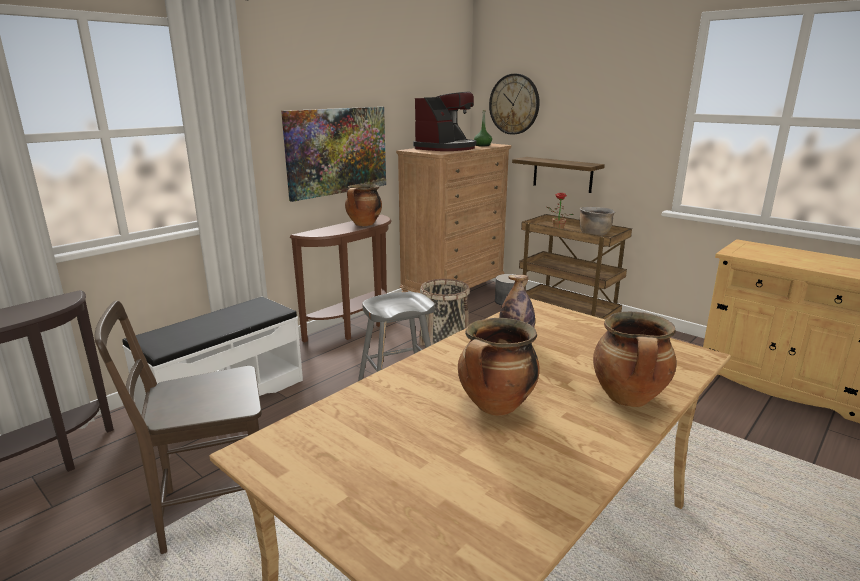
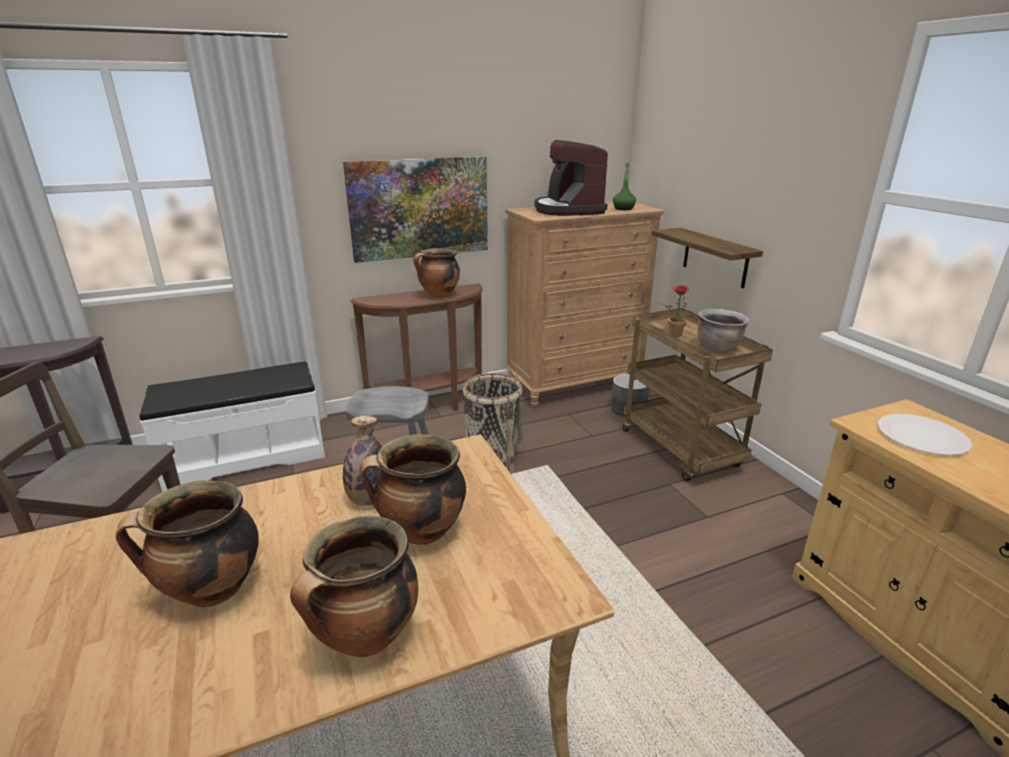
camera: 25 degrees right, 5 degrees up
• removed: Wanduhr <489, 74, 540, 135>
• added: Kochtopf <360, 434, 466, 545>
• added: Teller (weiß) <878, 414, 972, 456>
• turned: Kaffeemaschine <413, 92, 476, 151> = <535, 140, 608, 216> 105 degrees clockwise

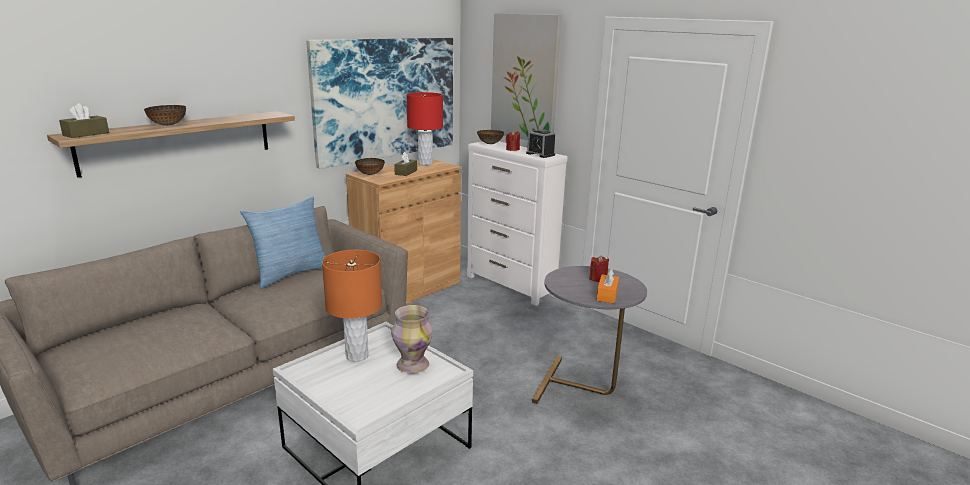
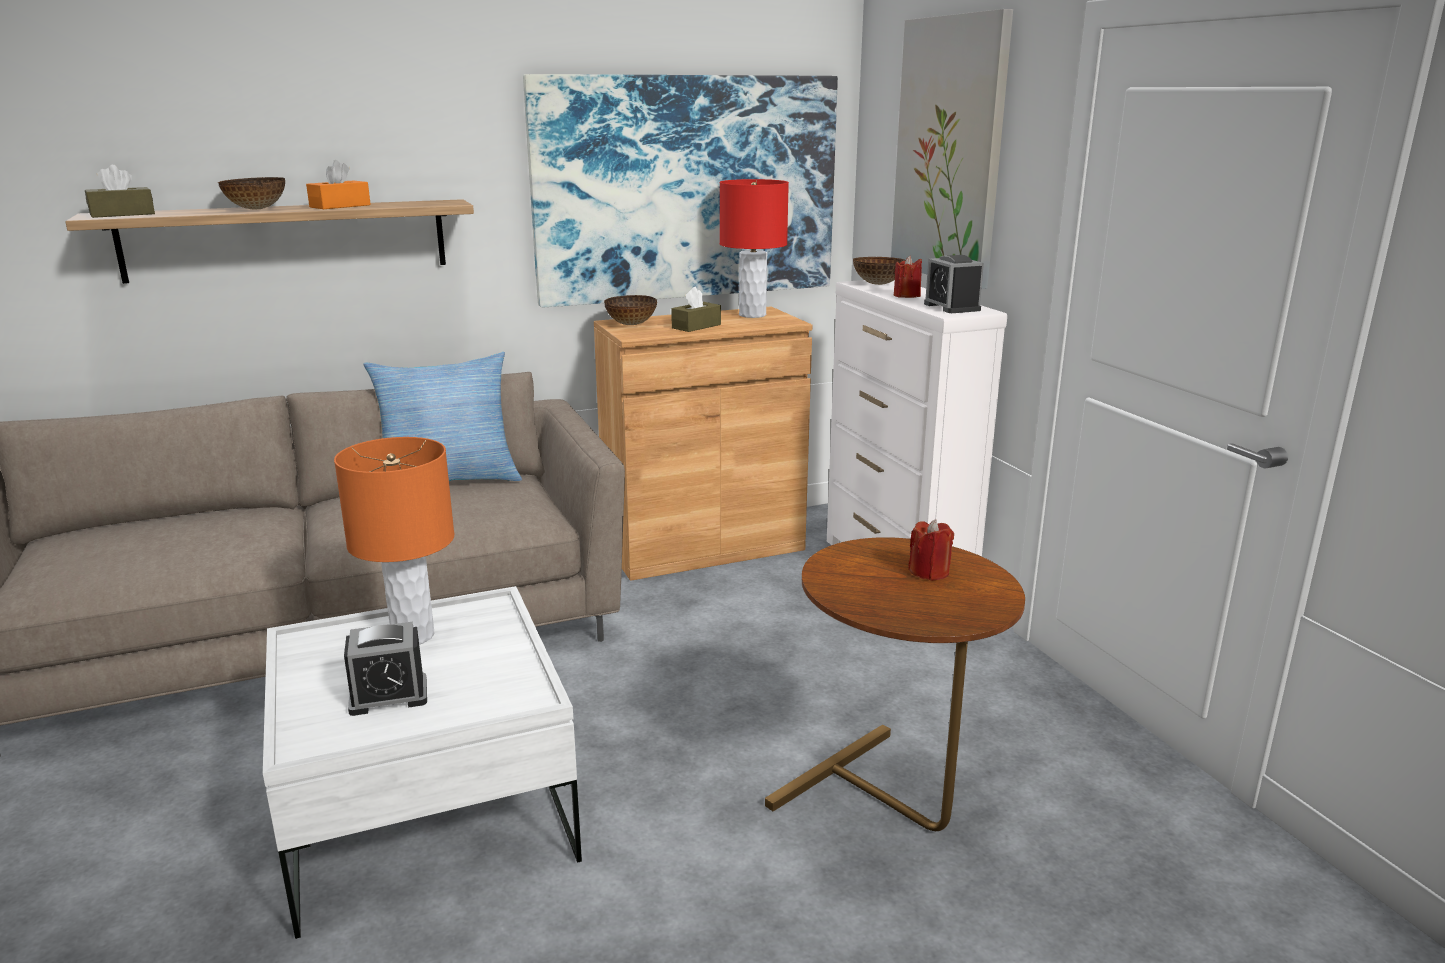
camera: 25 degrees right, 0 degrees up
• removed: Vase <391, 305, 433, 373>
• added: Wecker <344, 622, 427, 716>
• moved: Taschentuchbox (orange) <596, 269, 619, 304> to <306, 160, 371, 209>
• recoloured: Beistelltisch (grau) <532, 266, 647, 404> to Beistelltisch (braun) <765, 537, 1025, 831>

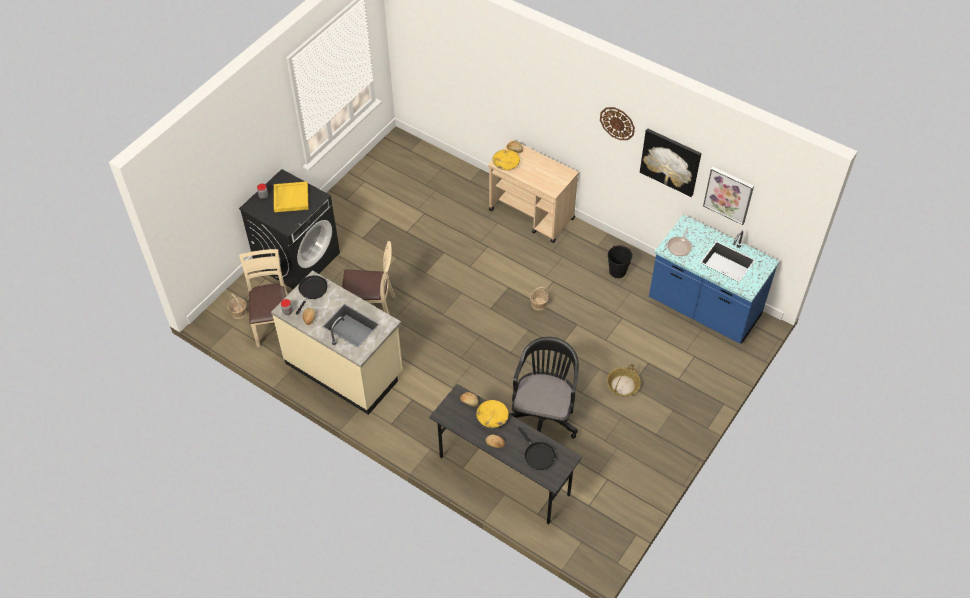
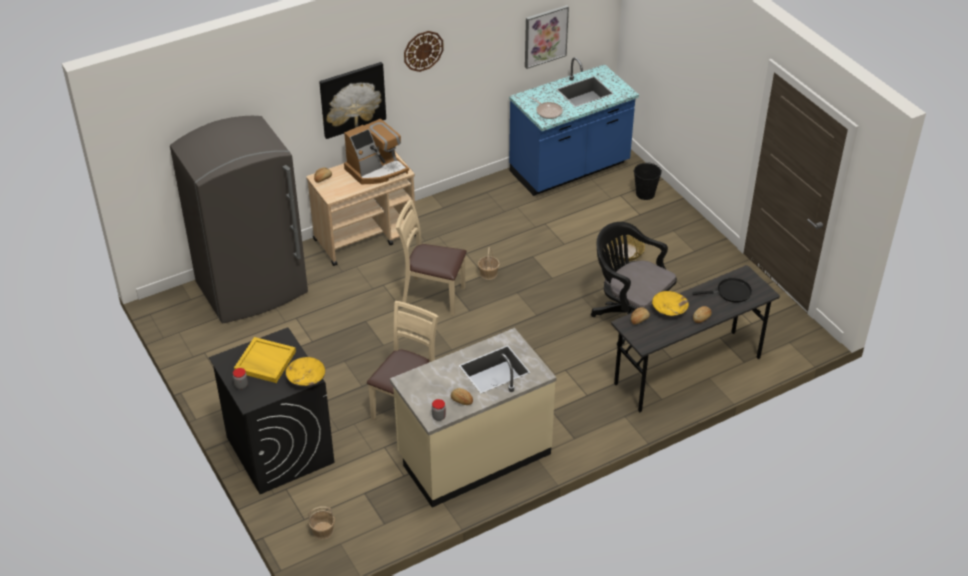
camera: 65 degrees left, 10 degrees down
• removed: Pfanne (schwarz) <296, 275, 328, 315>
• added: Kühlschrank (grau) <170, 116, 308, 323>
• added: Kaffeemaschine <344, 119, 409, 184>
• moved: Stuhl (beige) <239, 249, 288, 347> to <396, 200, 467, 316>
• moved: Schüssel (gelb) <492, 150, 520, 171> to <286, 357, 325, 386>
• moved: Eimer (schwarz) <608, 245, 633, 278> to <634, 162, 662, 200>
• moved: Bild <640, 128, 701, 197> to <319, 62, 386, 139>

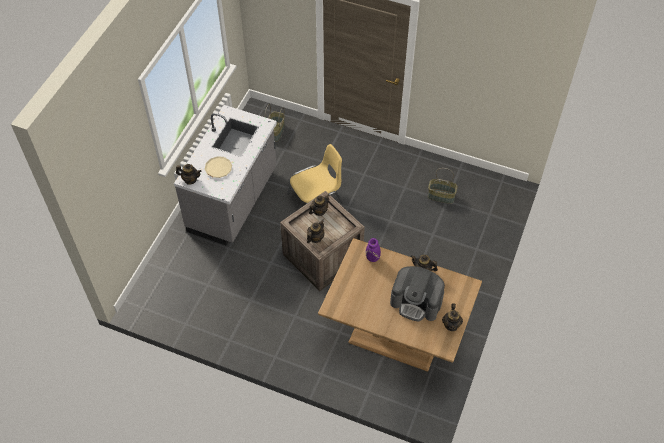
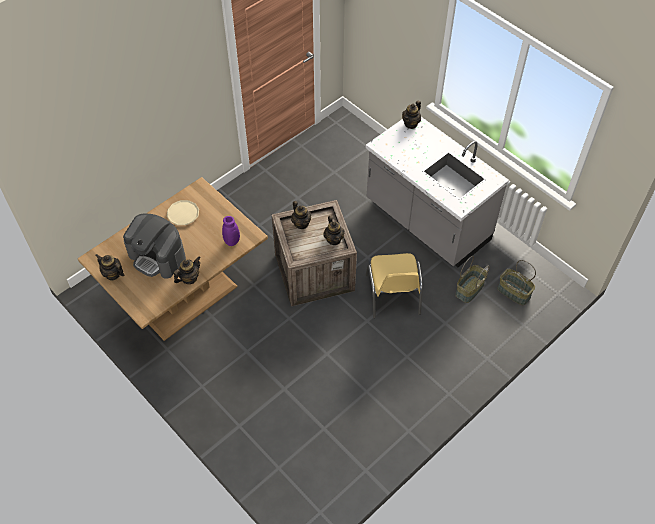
camera: 115 degrees right, 0 degrees up
• moved: Teller (beige) <205, 156, 232, 178> to <167, 200, 199, 225>
• moved: Korb <428, 168, 458, 204> to <455, 256, 490, 303>
• turned: Kaffeemaschine <390, 266, 445, 322> = <123, 213, 186, 279> 105 degrees counterclockwise

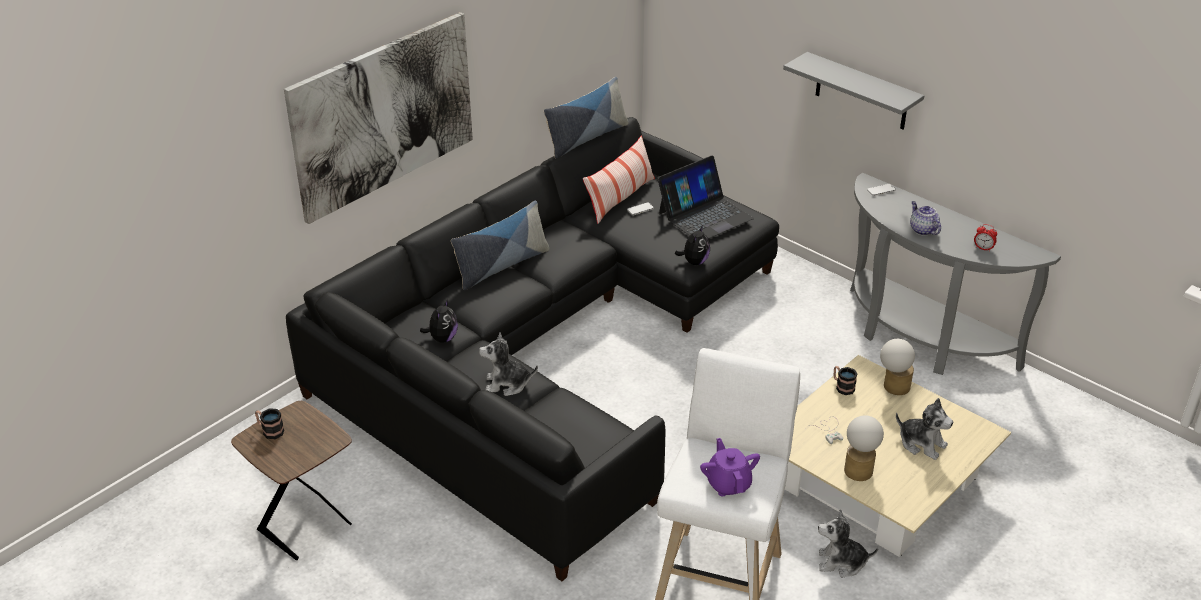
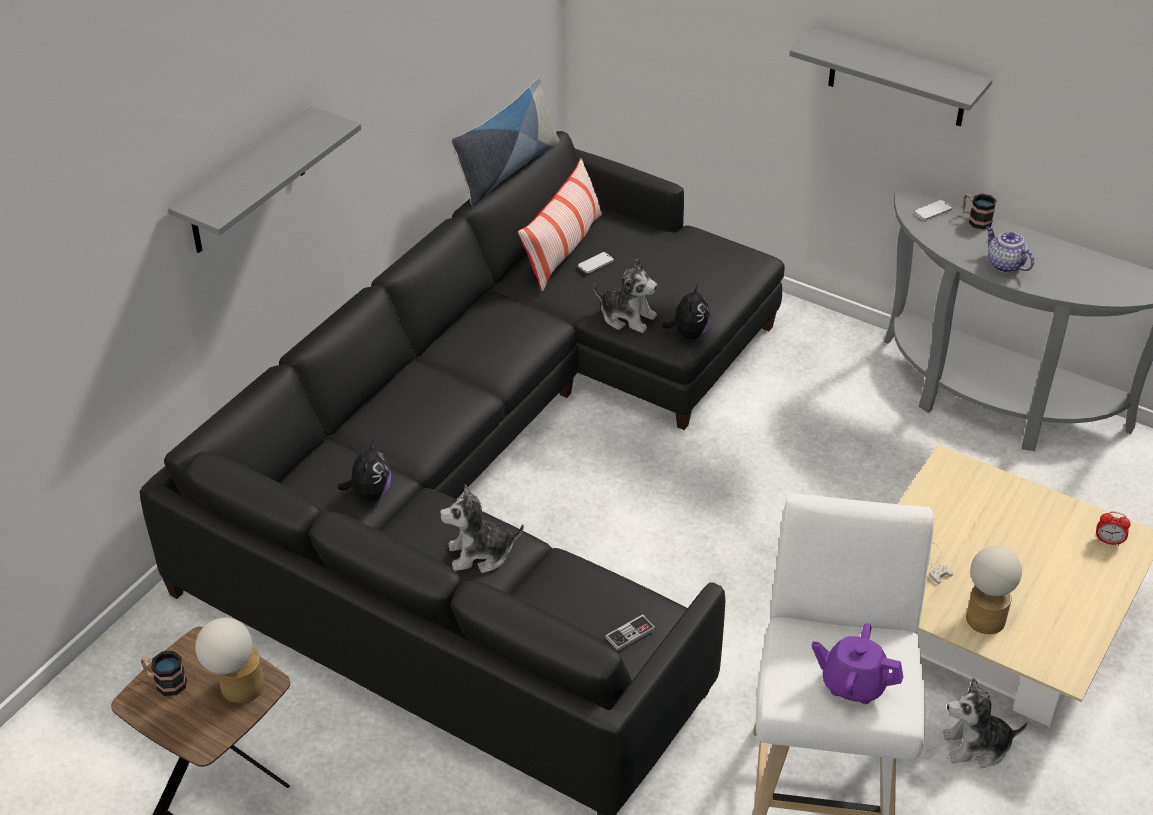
camera: 10 degrees left, 5 degrees up
• removed: Kissen <451, 201, 550, 290>
• removed: Laptop <657, 156, 754, 239>
• added: Gamepad <605, 614, 656, 651>
• moved: Henkelbecher <833, 366, 857, 395> to <963, 194, 997, 229>
• moved: Tischlampe <880, 339, 915, 395> to <195, 618, 264, 704>
• moved: Plüschtier <896, 398, 953, 460> to <594, 259, 657, 333>
• moved: Wecker <974, 224, 997, 252> to <1096, 511, 1131, 546>
• replaced: Bild <284, 12, 473, 224> to Wandregal (grau) <168, 106, 361, 253>
• turned: Teekanne (lila) <700, 438, 760, 496> = <811, 623, 903, 704> 45 degrees counterclockwise

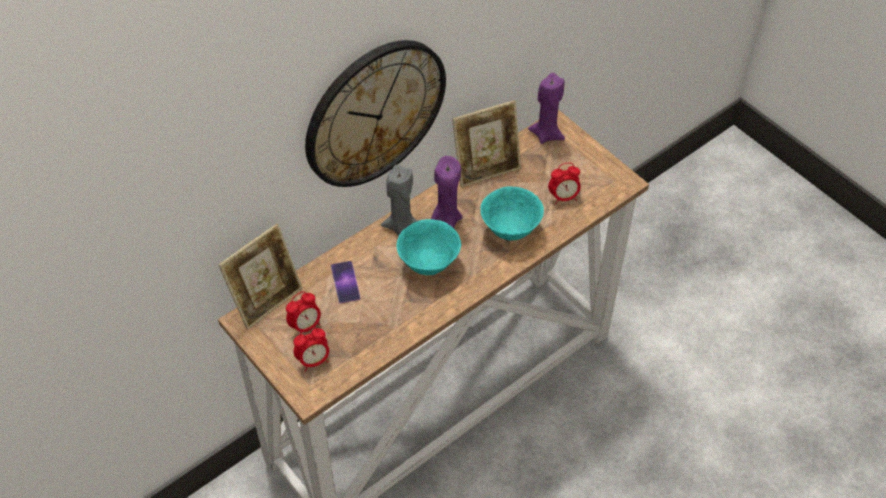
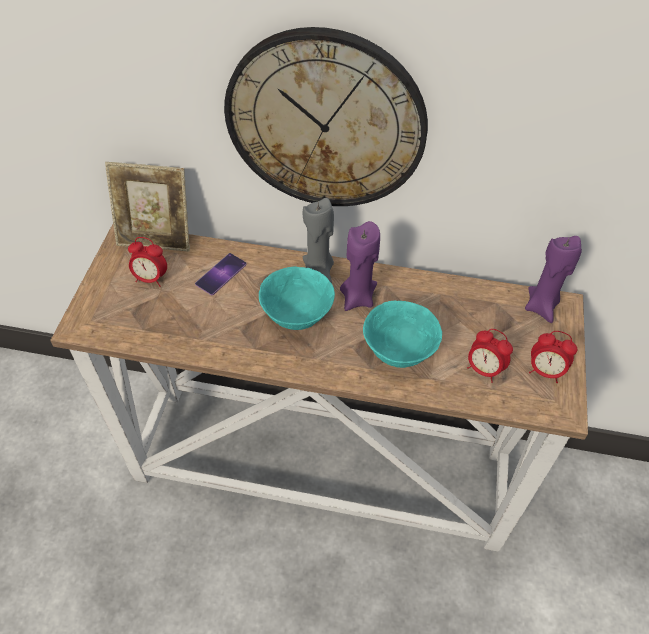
camera: 50 degrees right, 0 degrees up
• removed: Bilderrahmen <452, 100, 521, 188>
• moved: Wecker <293, 327, 329, 372> to <529, 331, 578, 383>

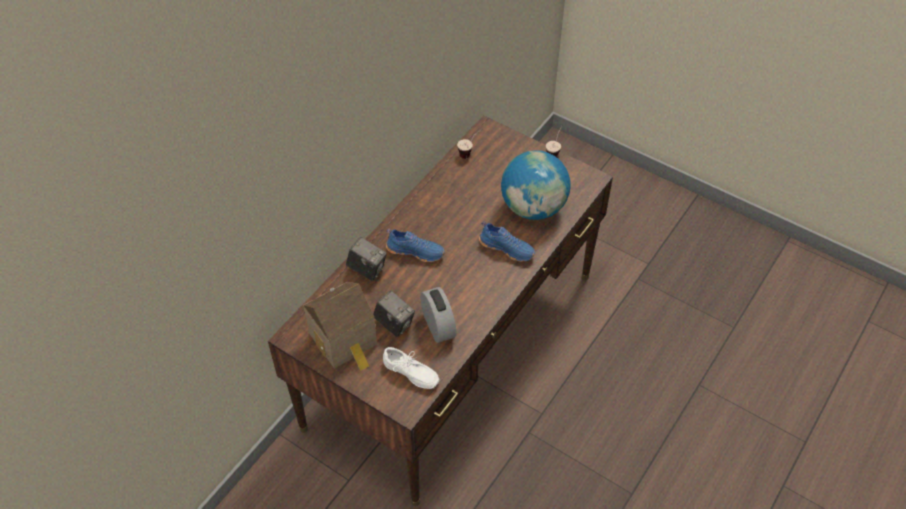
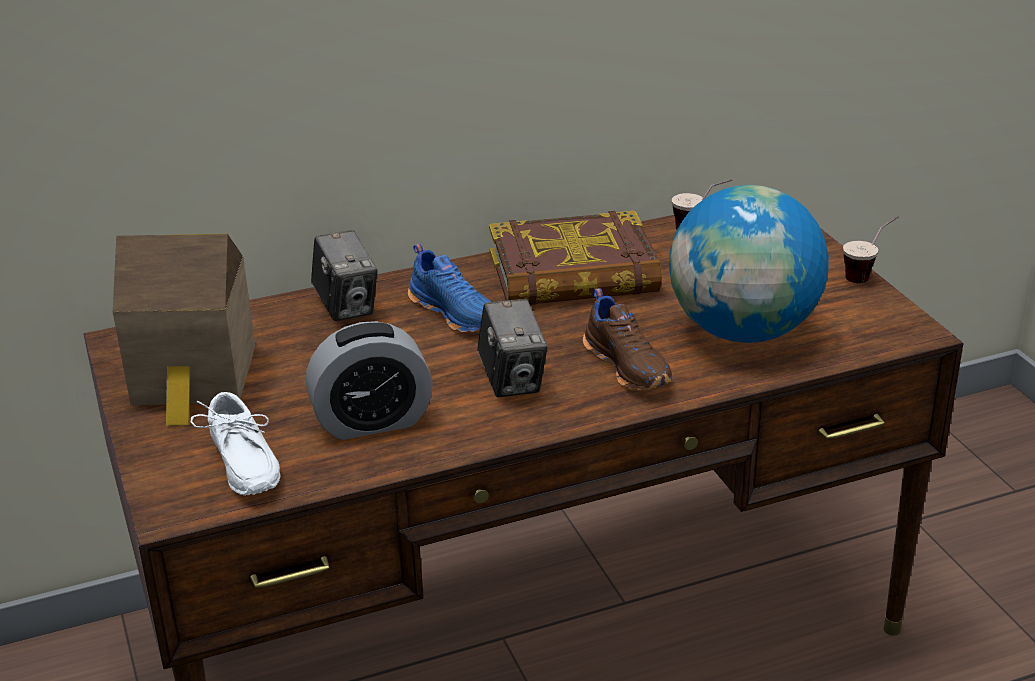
camera: 35 degrees right, 20 degrees down
• added: Buch <489, 211, 662, 305>
• moved: Kamera <373, 290, 415, 337> to <477, 299, 548, 397>
• recoloured: Schuh (blau) <479, 221, 535, 262> to Schuh (braun) <583, 288, 673, 391>
• turned: Wecker <420, 287, 456, 343> = <306, 321, 433, 440> 60 degrees clockwise

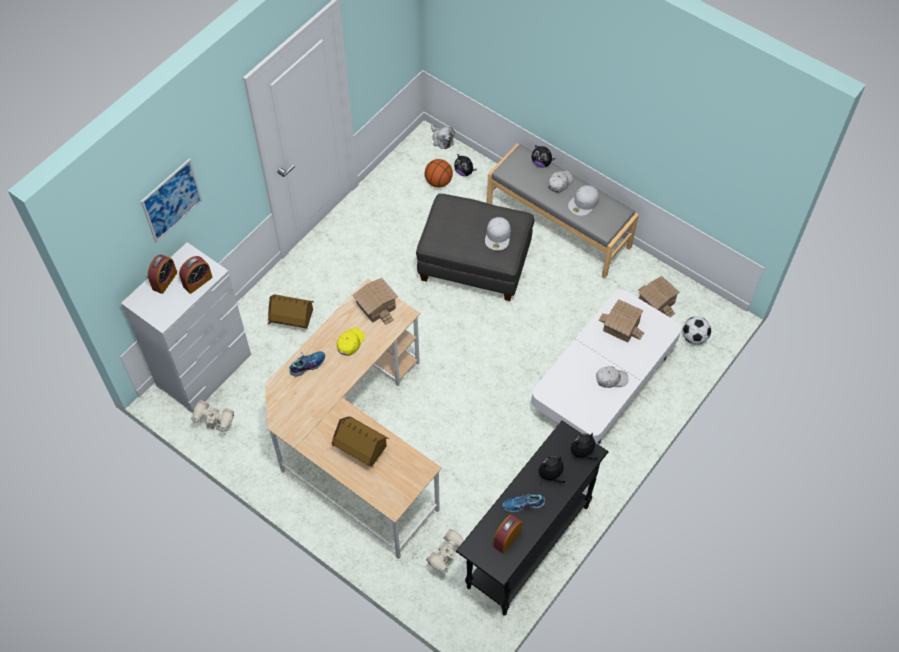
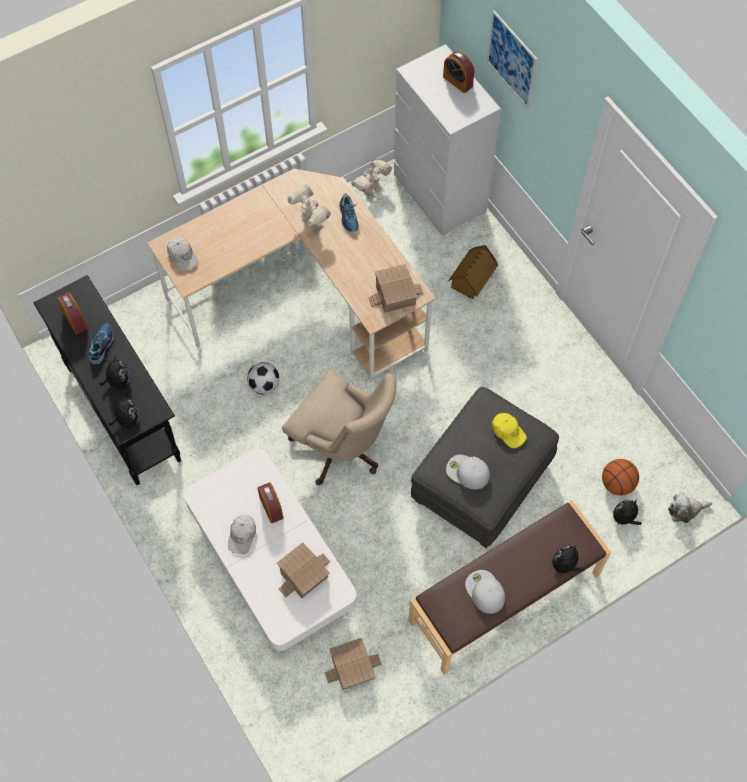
camera: 110 degrees right, 5 degrees up
• removed: Spielzeughaus <332, 416, 389, 466>
• added: Bürostuhl (beige) <282, 369, 397, 485>
• moved: Wecker <179, 256, 213, 294> to <258, 482, 283, 523>
• moved: Kappe (gelb) <337, 328, 365, 356> to <492, 413, 527, 448>
• moved: Spielzeugroboter <426, 529, 464, 574> to <288, 184, 331, 230>
• moved: Kappe (weiß) <548, 170, 573, 193> to <167, 238, 199, 272>
• moved: Fußball <682, 316, 711, 345> to <247, 362, 279, 394>
• recoloured: Bank (grau) <487, 144, 639, 279> to Bank (braun) <409, 500, 611, 675>

